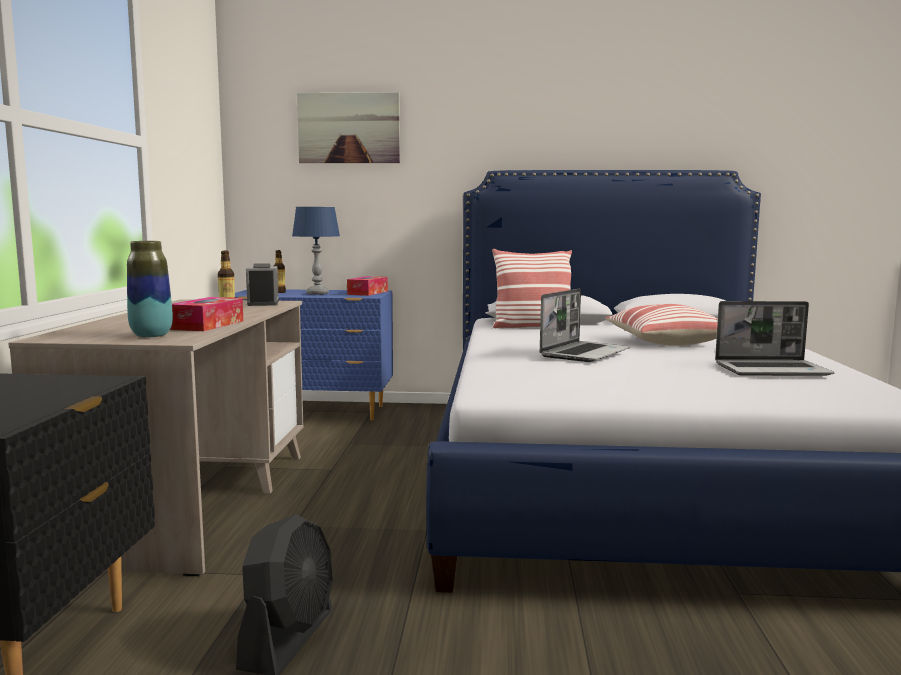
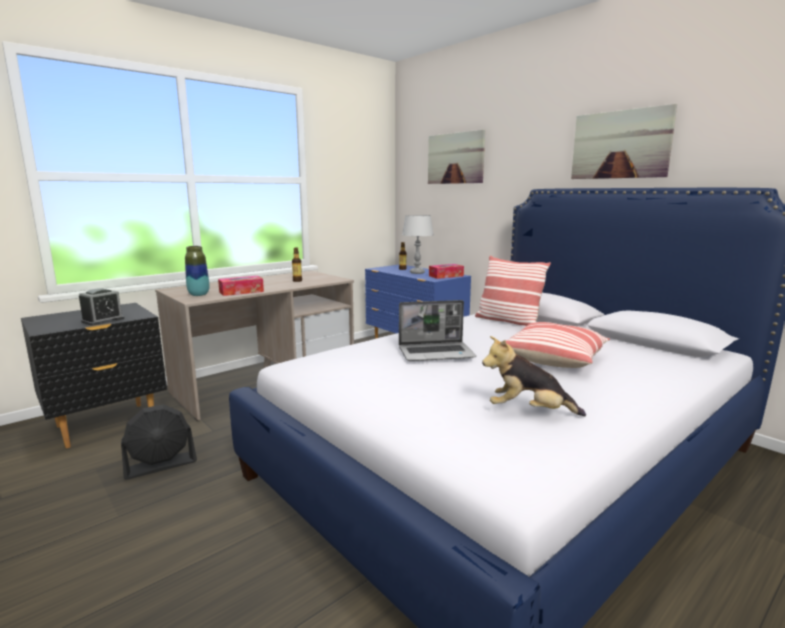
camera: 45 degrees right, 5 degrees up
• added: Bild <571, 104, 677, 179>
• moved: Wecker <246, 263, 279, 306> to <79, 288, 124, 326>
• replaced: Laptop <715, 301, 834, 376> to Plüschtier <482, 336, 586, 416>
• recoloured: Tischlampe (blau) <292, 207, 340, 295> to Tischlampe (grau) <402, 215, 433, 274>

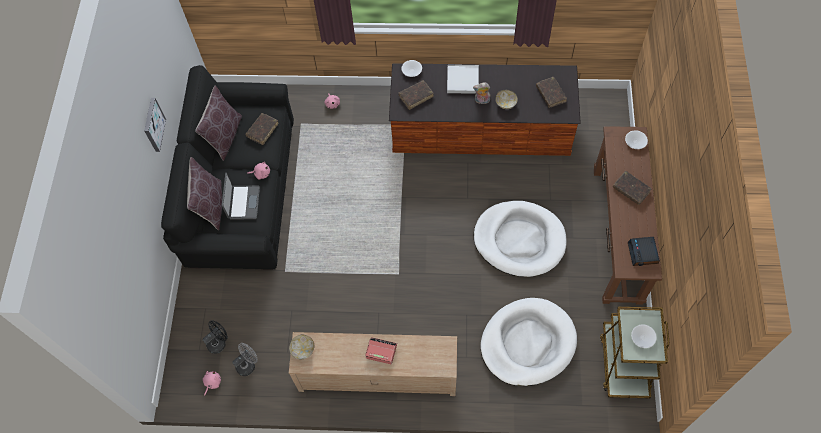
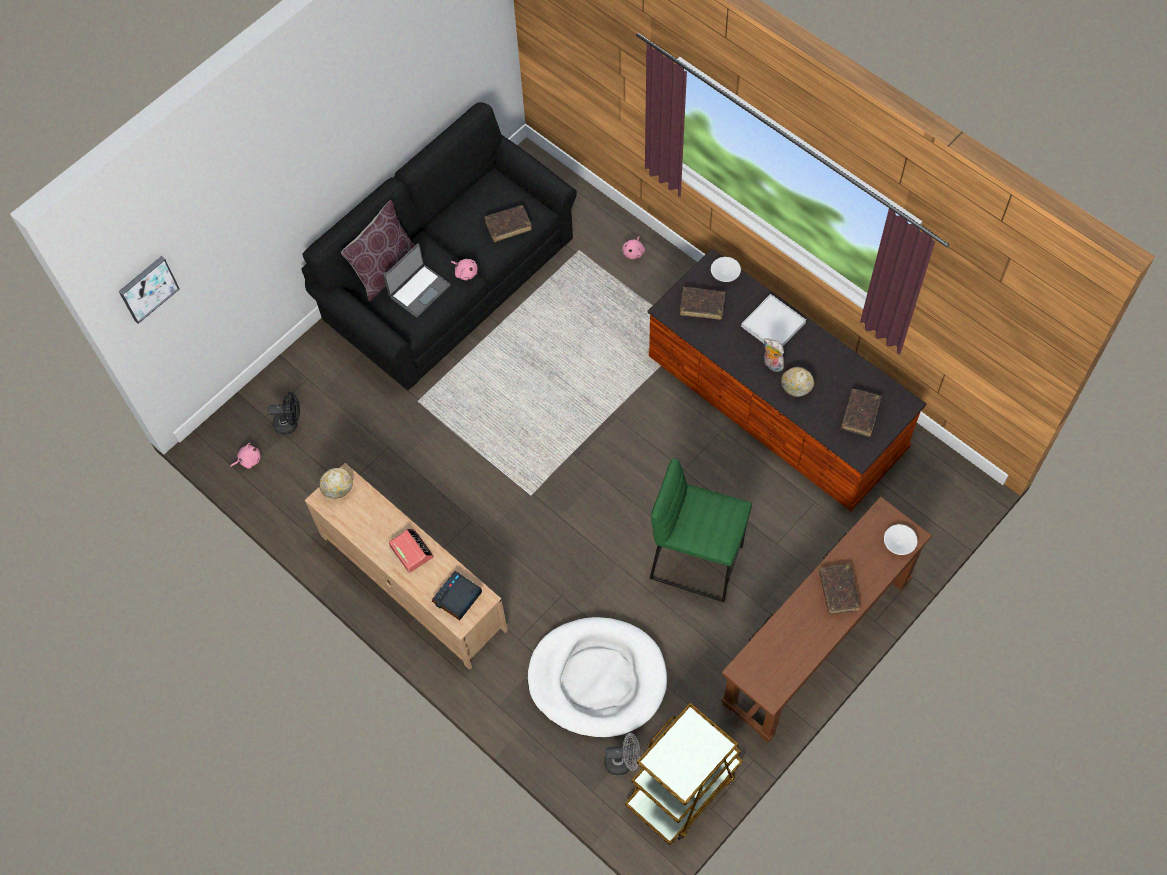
camera: 40 degrees right, 0 degrees up
• removed: Kissen (braun) <195, 85, 242, 161>
• removed: Schüssel (weiß) <631, 324, 657, 348>
• moved: Bild <144, 98, 166, 152> to <119, 256, 179, 324>
• moved: Ventilator (grau) <233, 343, 258, 376> to <604, 733, 641, 776>
• moved: Wecker <628, 237, 660, 266> to <432, 571, 482, 620>
• replaced: Hundebett (weiß) <474, 201, 567, 277> to Hocker (grün) <650, 458, 752, 602>

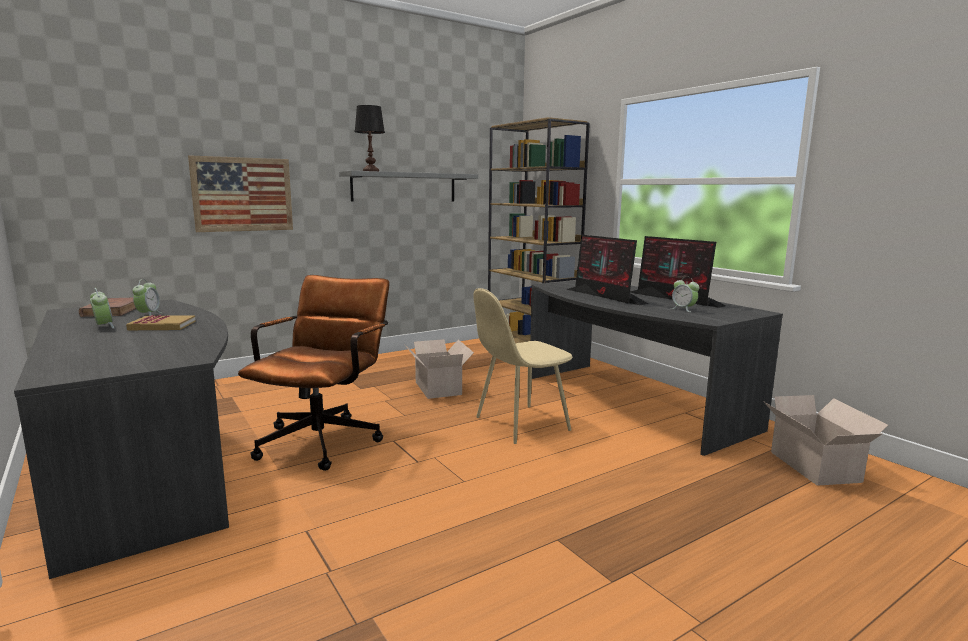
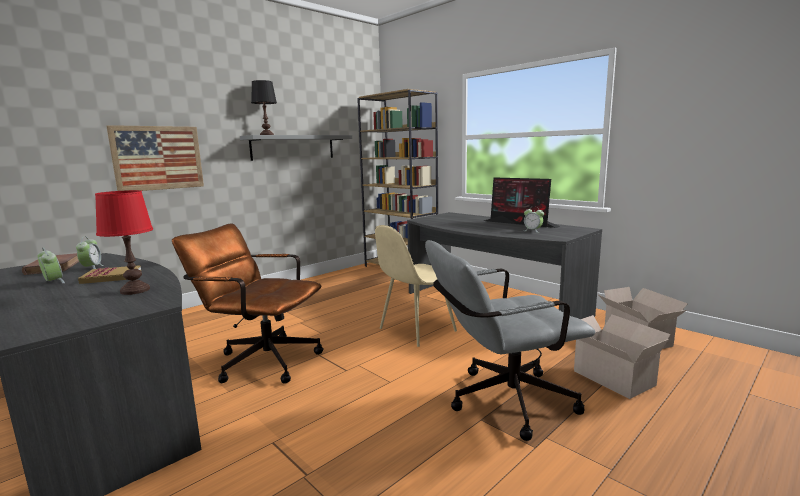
camera: 10 degrees left, 0 degrees up
• removed: Monitor <566, 235, 648, 305>
• added: Tischlampe (rot) <95, 190, 153, 295>
• added: Bürostuhl (grau) <425, 240, 595, 441>
• moved: Karton <404, 339, 474, 399> to <574, 315, 671, 399>
• turned: Bürostuhl (braun) <238, 275, 389, 471> = <172, 224, 324, 384> 75 degrees counterclockwise

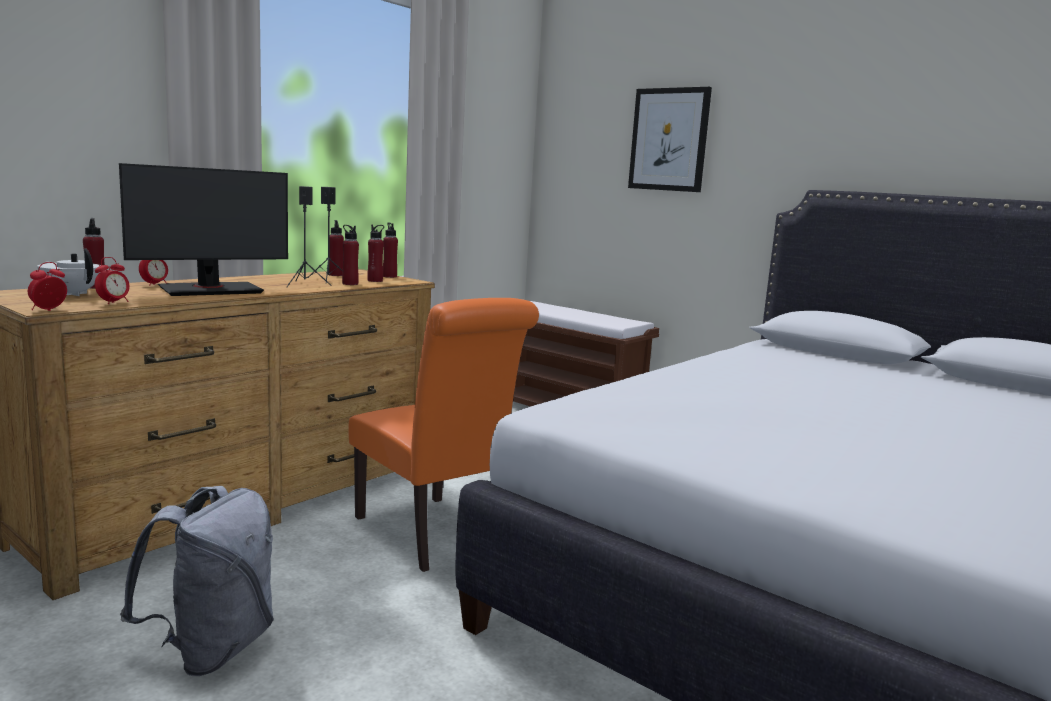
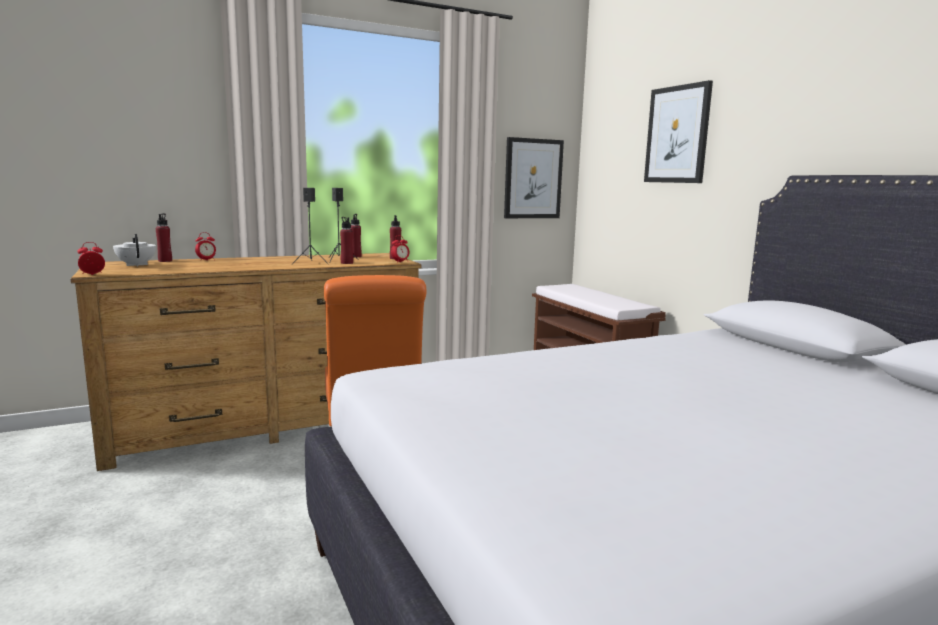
camera: 25 degrees right, 0 degrees up
• removed: Monitor <119, 163, 288, 296>
• removed: Rucksack (grau) <120, 486, 274, 676>
• removed: Flasche (rot) <367, 224, 384, 282>
• added: Bild <504, 137, 564, 218>
• moved: Wecker <95, 257, 130, 304> to <391, 235, 409, 263>

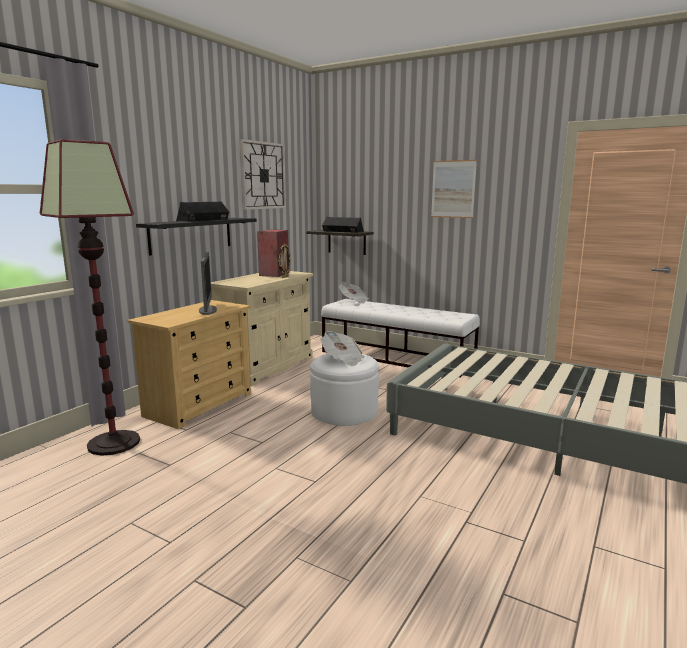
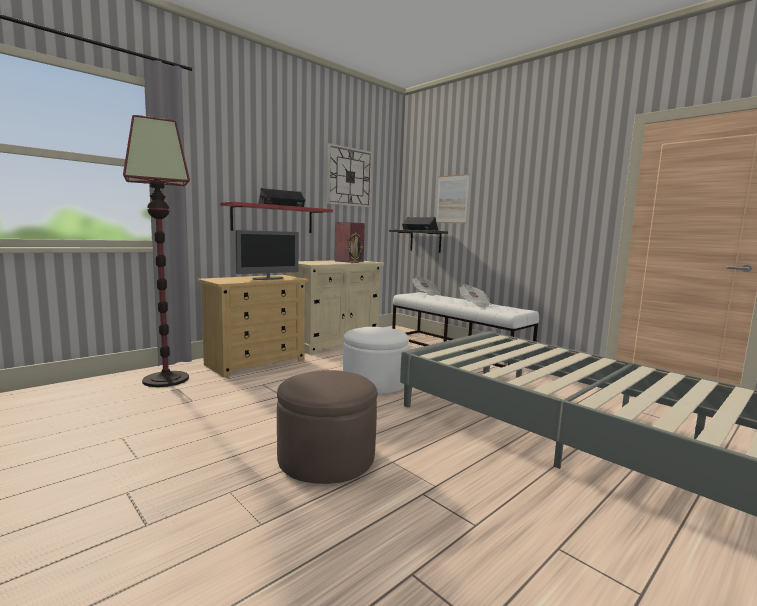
camera: 15 degrees right, 5 degrees down
• added: Polsterhocker (braun) <277, 370, 377, 484>
• moved: Zeitung <320, 331, 365, 366> to <459, 285, 491, 308>
• moved: Bild <431, 160, 477, 218> to <436, 174, 470, 223>
• recoloured: Wandregal (schwarz) <136, 218, 257, 256> to Wandregal (rot) <220, 202, 333, 233>
• turned: Monitor <199, 252, 217, 315> = <235, 230, 299, 280> 45 degrees clockwise

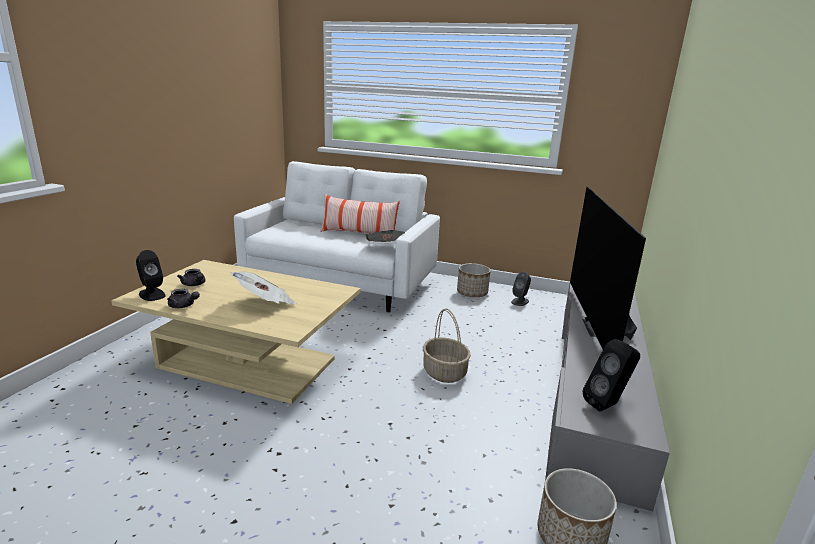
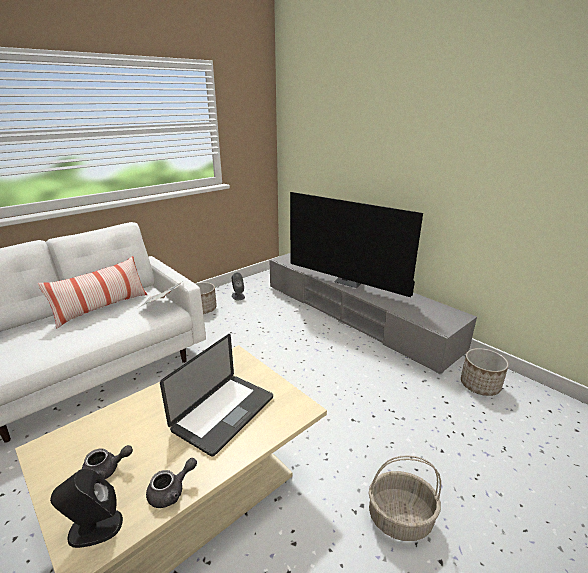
camera: 60 degrees left, 5 degrees up
• removed: Lautsprecher (schwarz) <583, 339, 640, 412>
• moved: Korb <423, 308, 471, 383> to <369, 455, 441, 541>
• replaced: Zeitung <230, 271, 296, 305> to Laptop <160, 334, 273, 457>

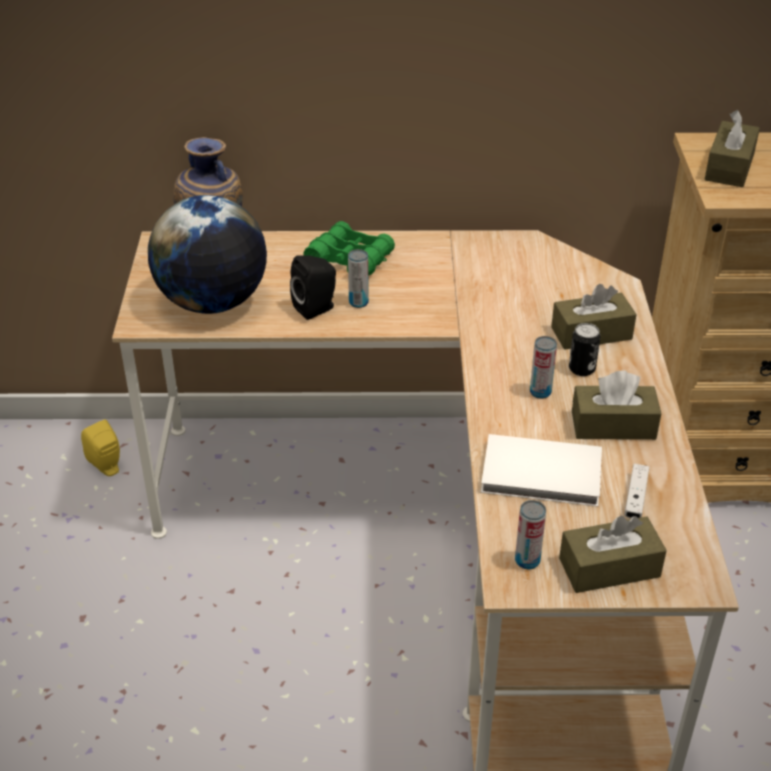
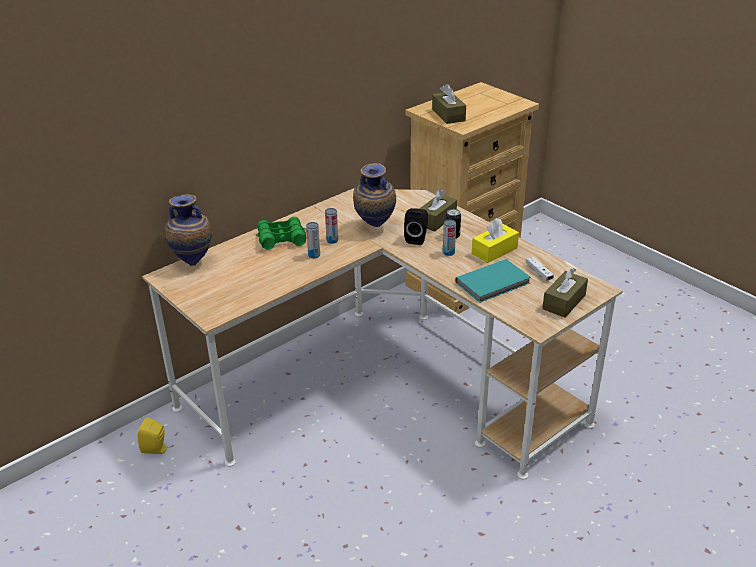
camera: 40 degrees left, 5 degrees down
• removed: Globus <148, 195, 267, 314>
• added: Vase <353, 163, 396, 227>
• moved: Lautsprecher (schwarz) <290, 255, 336, 320> to <404, 208, 428, 245>
• moved: Dose <515, 500, 546, 569> to <325, 208, 338, 244>
• recoloured: Buch (weiß) <481, 434, 602, 507> to Buch (türkis) <455, 259, 531, 303>
• recoloured: Taschentuchbox (braun) <572, 370, 661, 440> to Taschentuchbox (gelb) <472, 218, 519, 263>

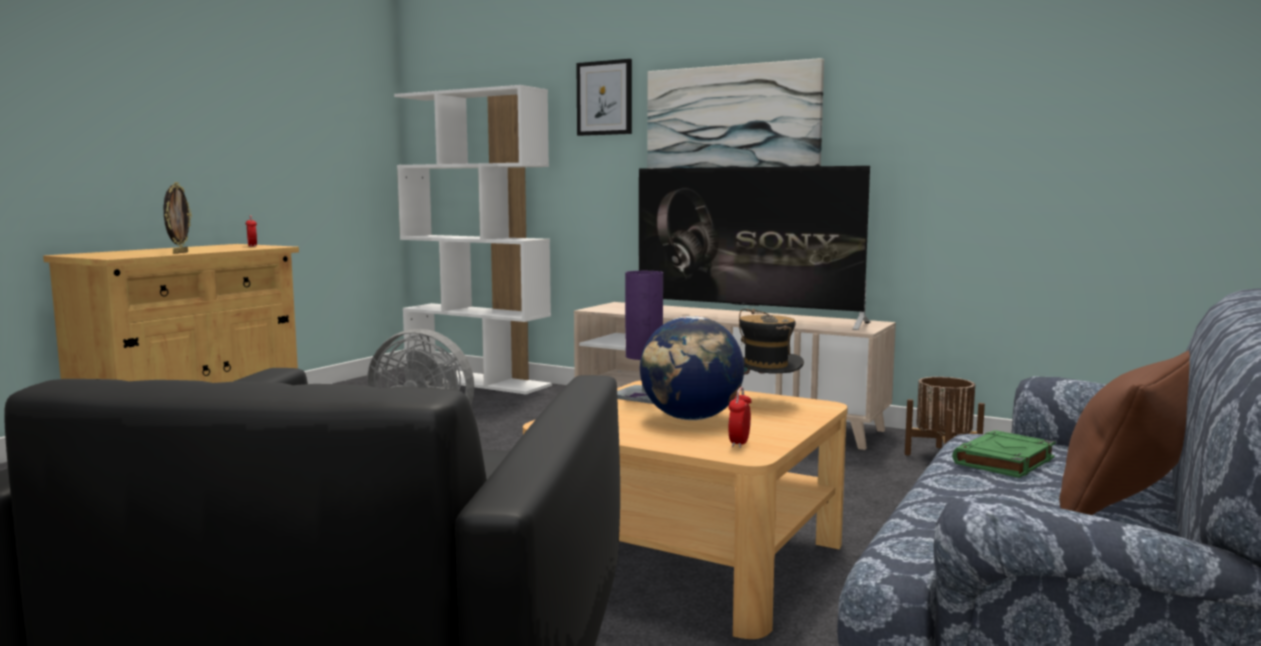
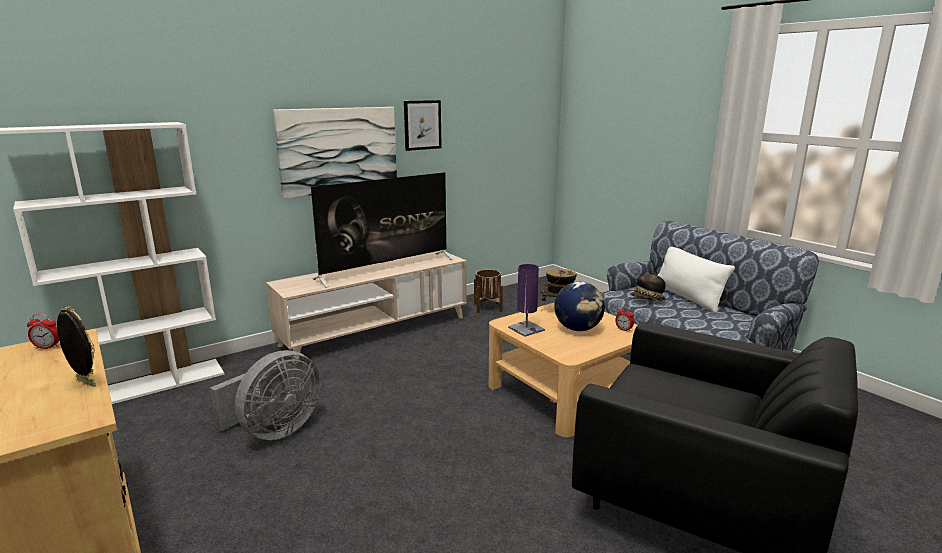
camera: 65 degrees left, 10 degrees up
• moved: Bild <576, 59, 632, 136> to <404, 100, 442, 151>
• replaced: Buch (grün) <952, 430, 1056, 478> to Hut <631, 271, 666, 301>
• recoloured: Kissen (braun) <1059, 350, 1190, 515> to Kissen (weiß) <658, 246, 735, 313>

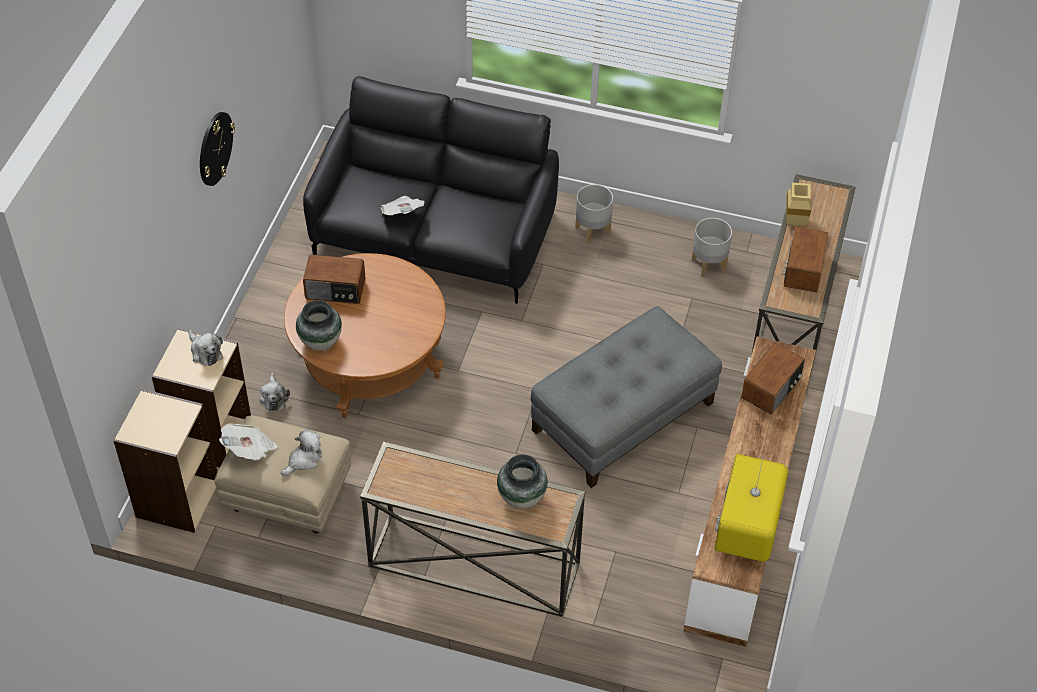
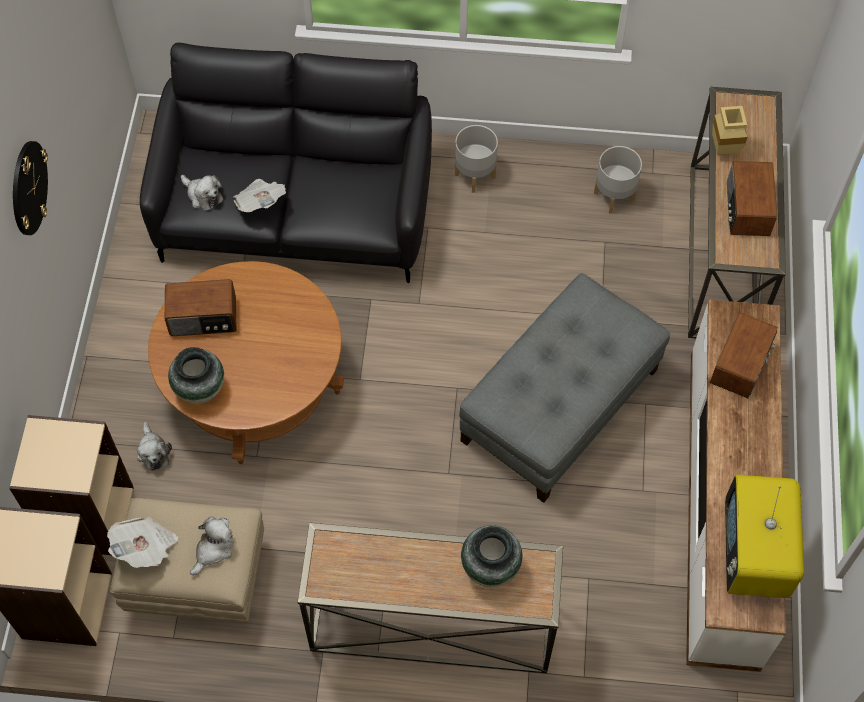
camera: 10 degrees left, 10 degrees up
• moved: Plüschtier <189, 330, 223, 366> to <181, 175, 223, 211>

